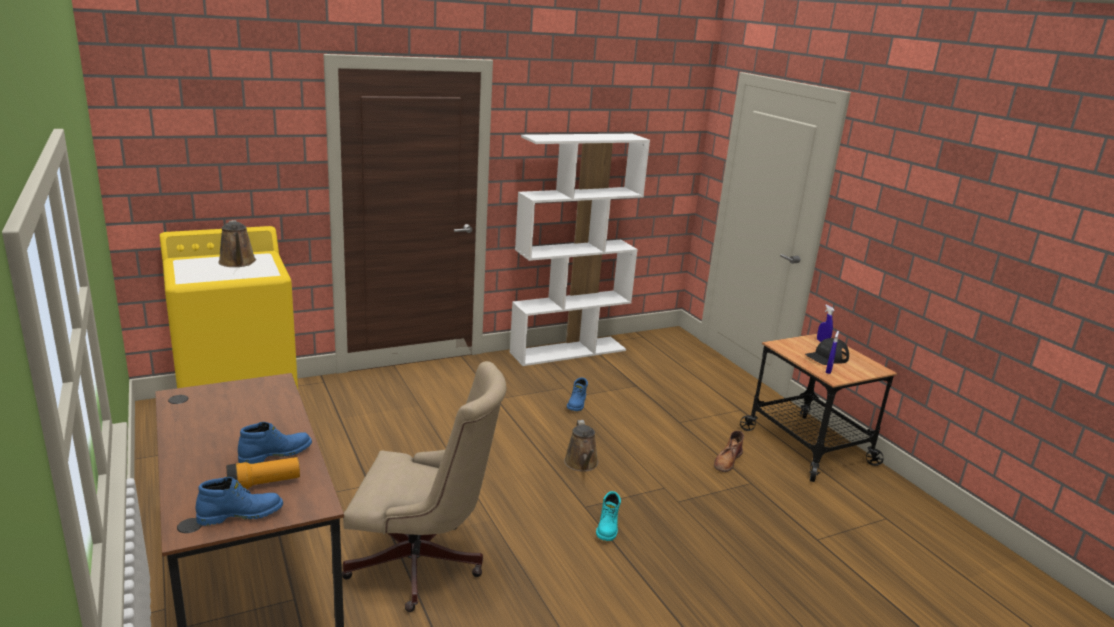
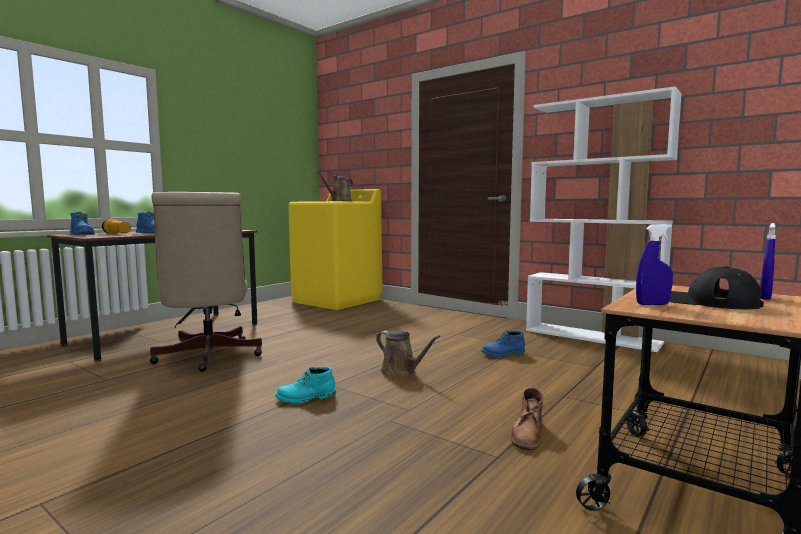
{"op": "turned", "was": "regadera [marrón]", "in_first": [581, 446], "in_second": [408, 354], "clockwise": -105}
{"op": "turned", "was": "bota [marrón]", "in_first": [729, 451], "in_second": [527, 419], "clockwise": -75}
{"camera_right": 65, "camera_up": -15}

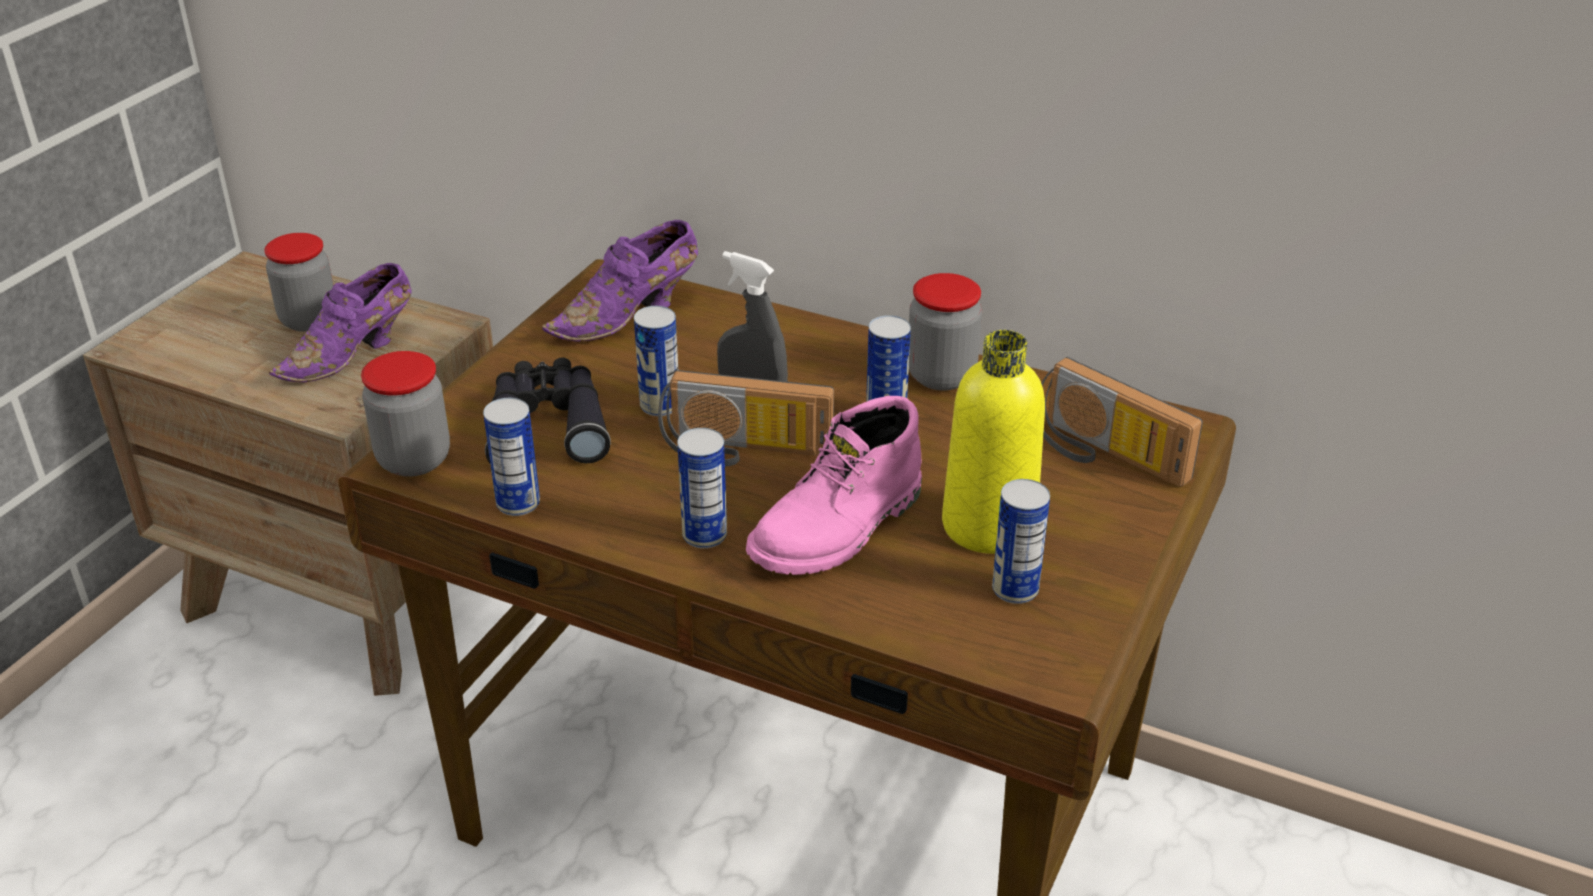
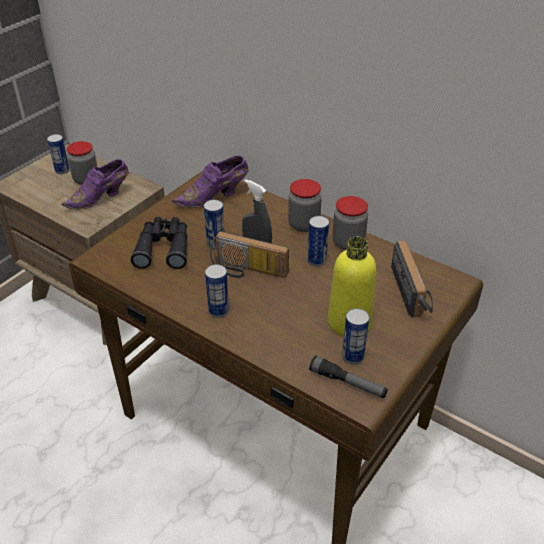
{"op": "moved", "was": "lata", "in_first": [511, 457], "in_second": [58, 154]}
{"op": "moved", "was": "tarro", "in_first": [405, 414], "in_second": [305, 205]}
{"op": "added", "now": "linterna", "in_second": [348, 376]}
{"op": "turned", "was": "radio", "in_first": [1122, 422], "in_second": [412, 279], "clockwise": -150}
{"op": "removed", "was": "bota [rosa]", "in_first": [834, 485]}
{"camera_right": 10, "camera_up": 5}

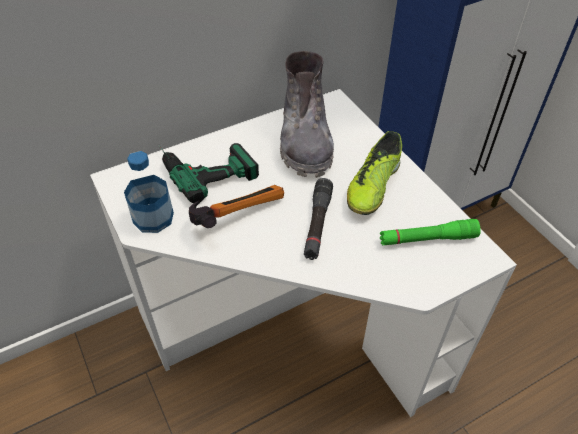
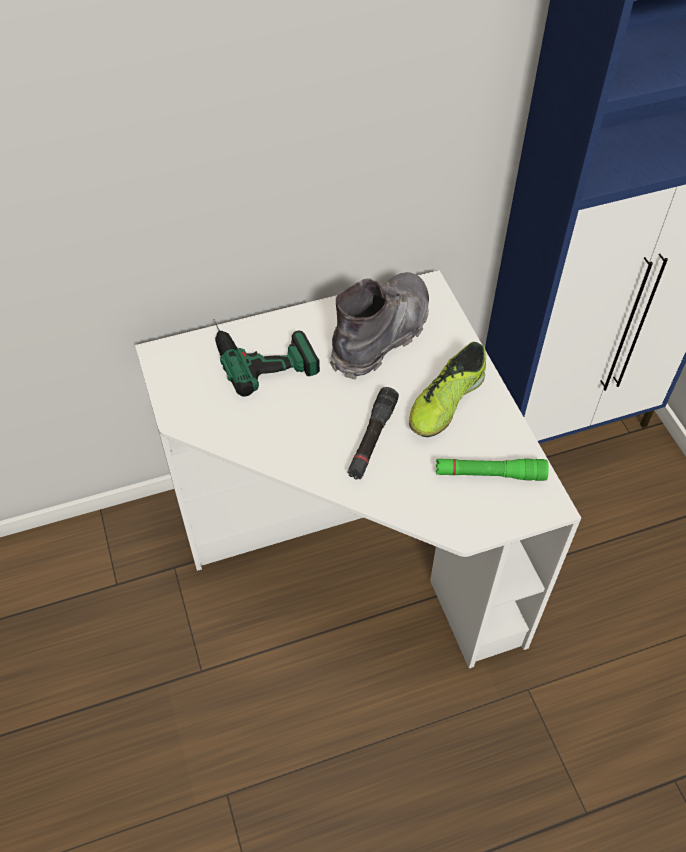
{"op": "turned", "was": "bota [gris]", "in_first": [307, 114], "in_second": [379, 326], "clockwise": -150}
{"op": "removed", "was": "botella", "in_first": [149, 192]}
{"op": "removed", "was": "martillo", "in_first": [236, 206]}
{"camera_right": 10, "camera_up": 5}

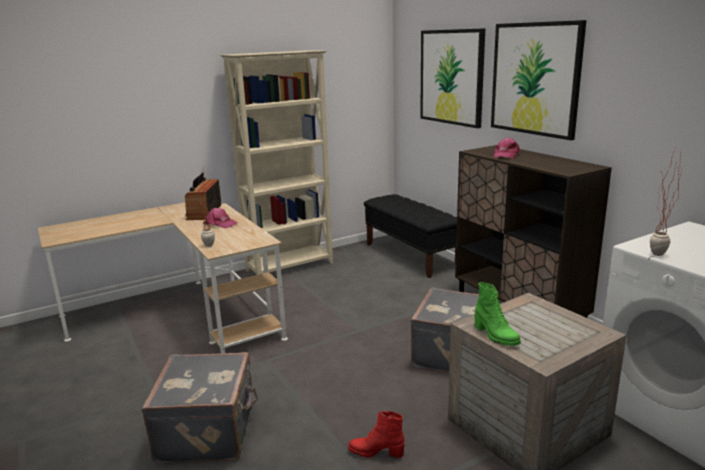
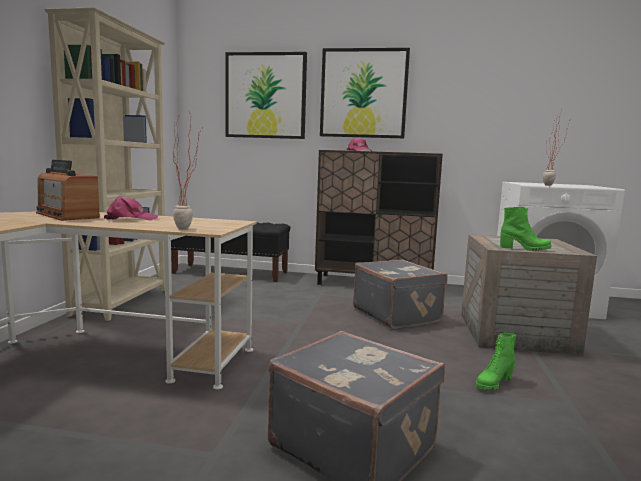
{"op": "recoloured", "was": "bota [rojo]", "now": "bota [verde]", "in_first": [376, 434], "in_second": [496, 361]}
{"camera_right": -50, "camera_up": -10}

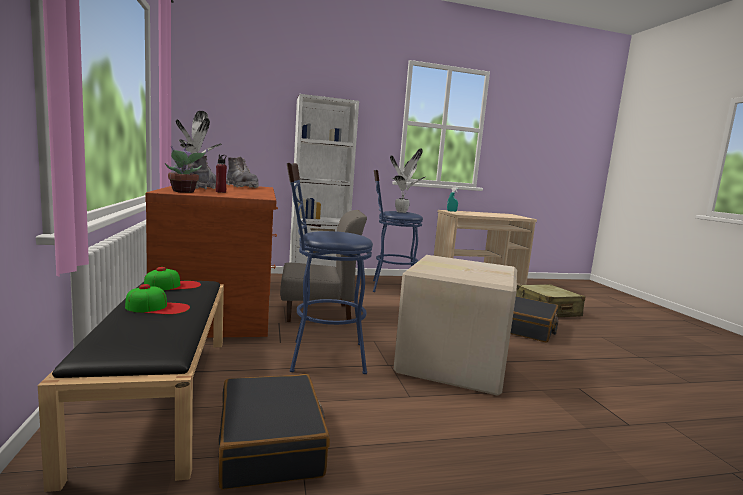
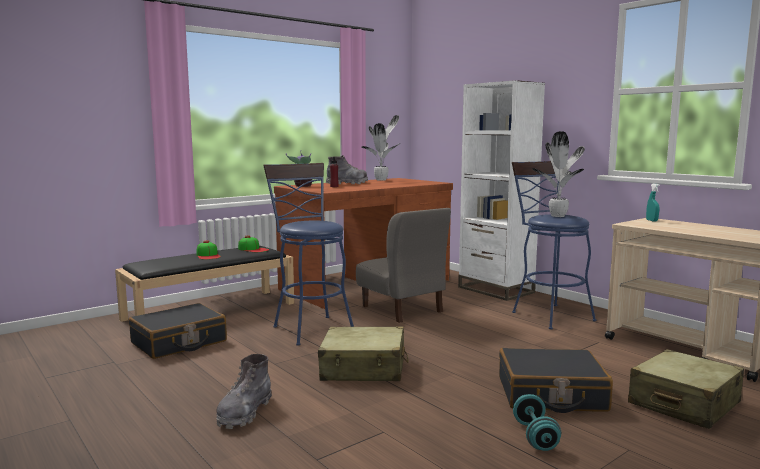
{"op": "moved", "was": "bota [gris]", "in_first": [242, 172], "in_second": [244, 391]}
{"op": "replaced", "was": "caja de cartón", "now": "maleta [beis]", "in_first": [455, 325], "in_second": [363, 353]}
{"op": "added", "now": "mancuerna [turquesa]", "in_second": [537, 422]}
{"camera_right": 65, "camera_up": 0}

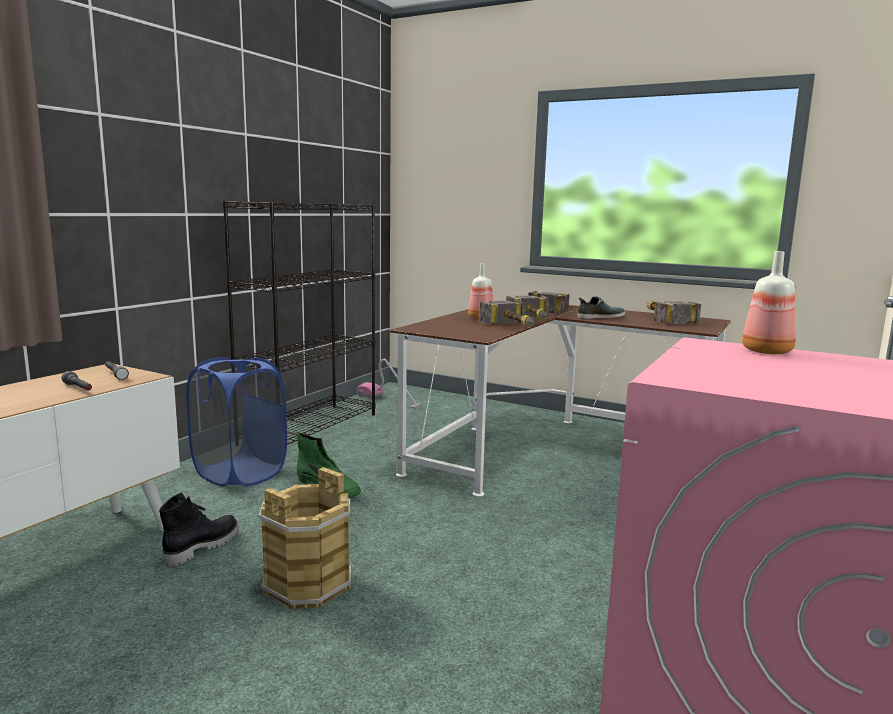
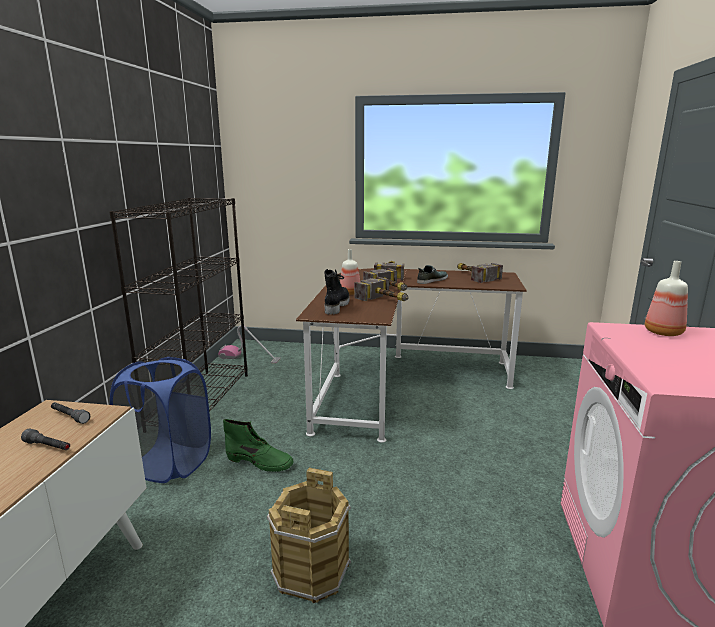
{"op": "moved", "was": "bota [negro]", "in_first": [199, 529], "in_second": [337, 292]}
{"camera_right": -20, "camera_up": 5}

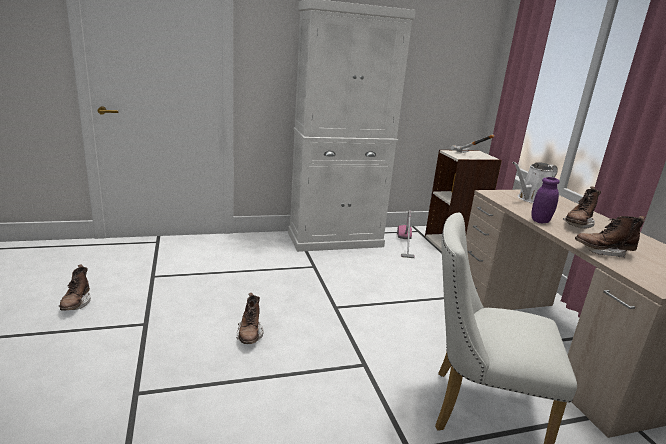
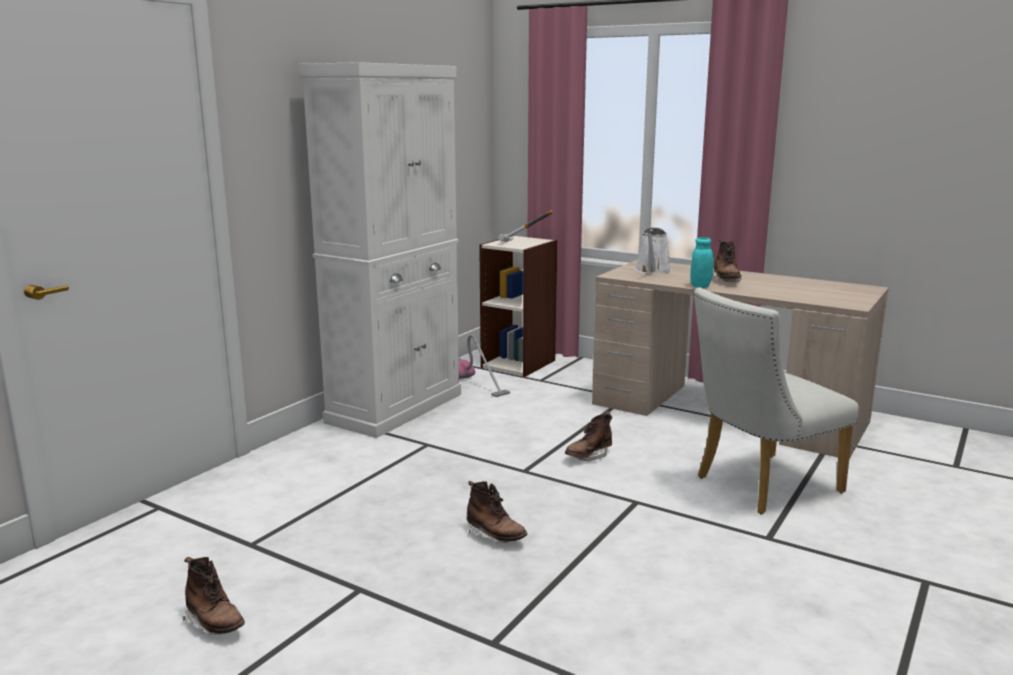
{"op": "moved", "was": "bota [marrón]", "in_first": [610, 236], "in_second": [588, 436]}
{"op": "recoloured", "was": "tarro [morado]", "now": "tarro [turquesa]", "in_first": [545, 200], "in_second": [702, 262]}
{"camera_right": -40, "camera_up": -5}

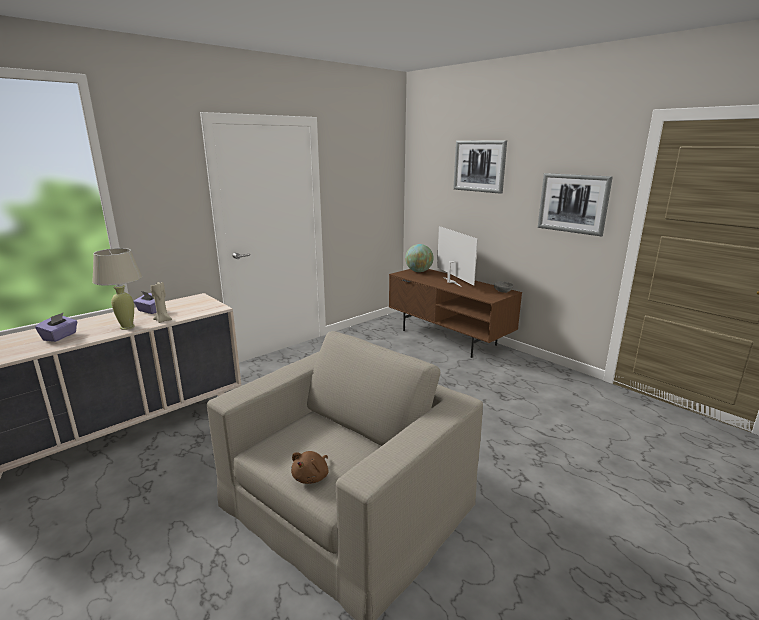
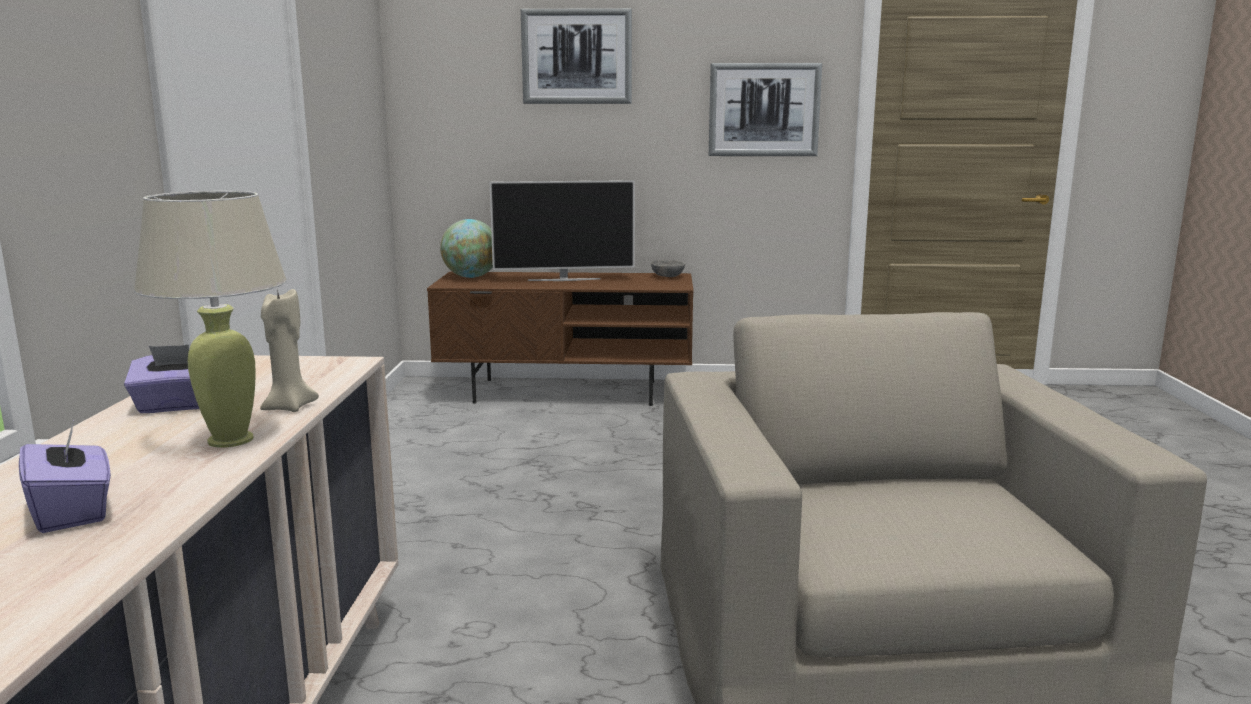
{"op": "turned", "was": "televisor", "in_first": [457, 256], "in_second": [562, 230], "clockwise": 150}
{"op": "removed", "was": "peluche [marrón]", "in_first": [310, 467]}
{"camera_right": -45, "camera_up": -5}

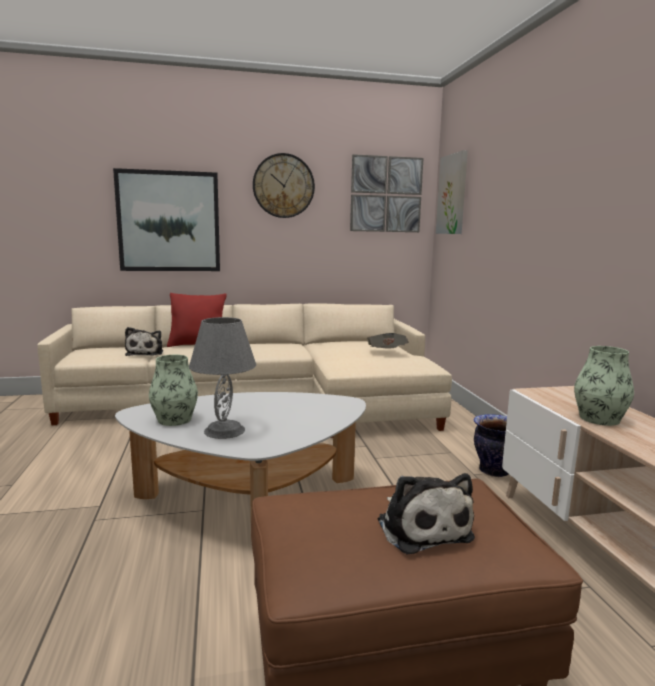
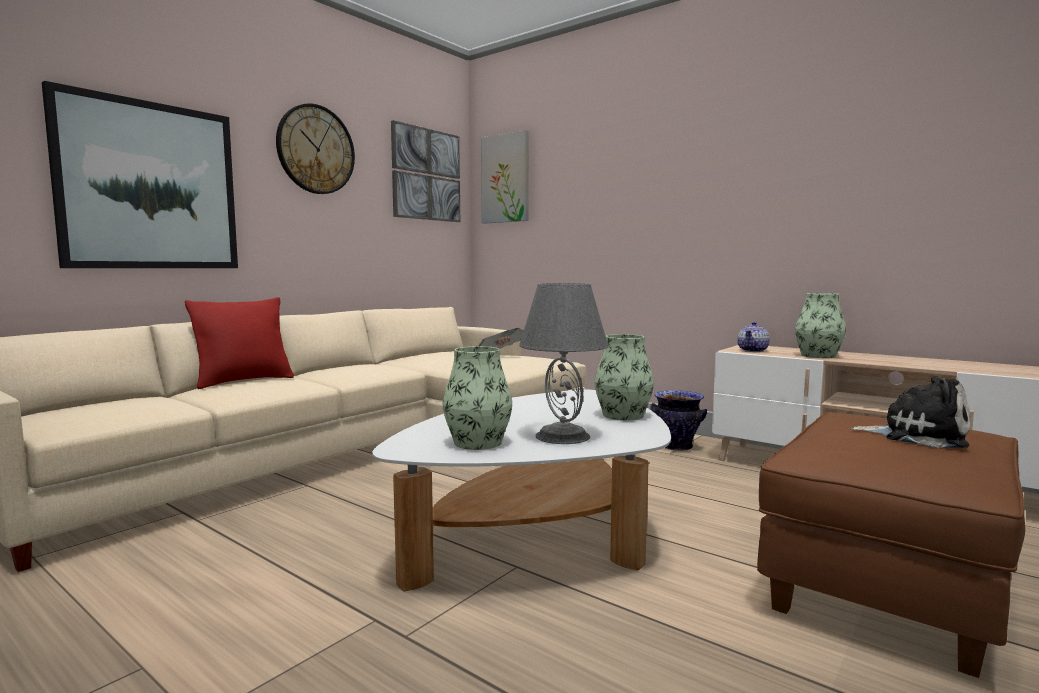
{"op": "added", "now": "florero", "in_second": [624, 377]}
{"op": "added", "now": "tetera", "in_second": [753, 337]}
{"op": "removed", "was": "peluche", "in_first": [144, 341]}
{"camera_right": -40, "camera_up": -5}

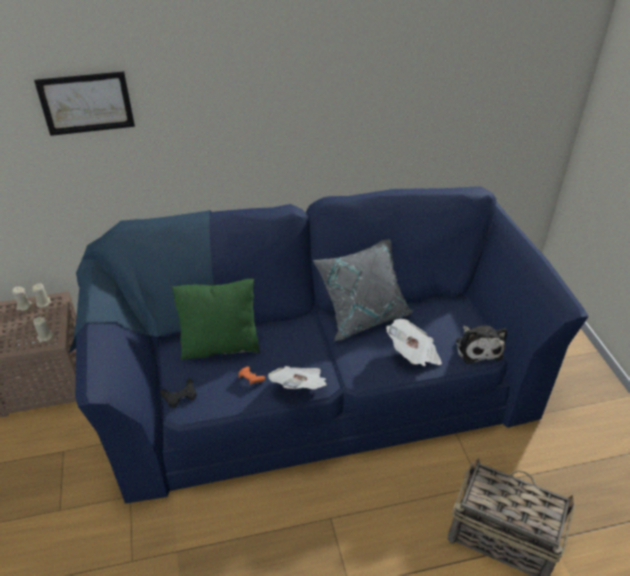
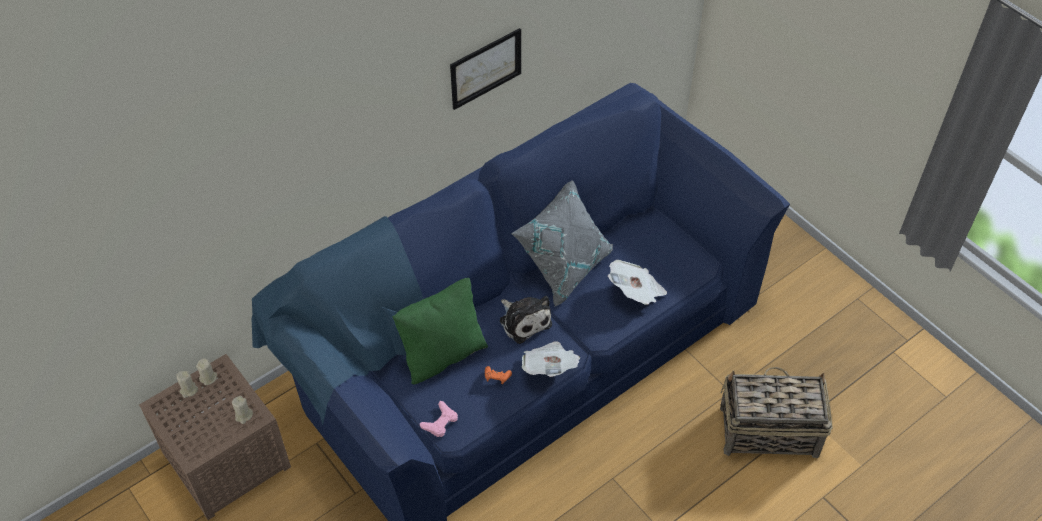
{"op": "recoloured", "was": "mando de consola [negro]", "now": "mando de consola [rosa]", "in_first": [178, 393], "in_second": [439, 419]}
{"op": "moved", "was": "cuadro", "in_first": [84, 103], "in_second": [485, 69]}
{"op": "moved", "was": "peluche", "in_first": [481, 344], "in_second": [526, 320]}
{"camera_right": -25, "camera_up": 10}

